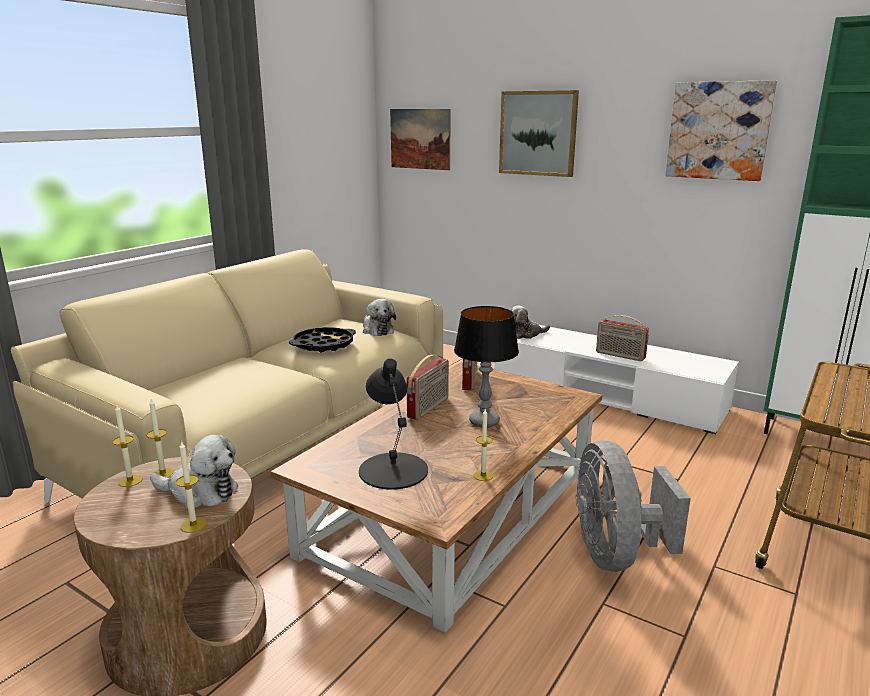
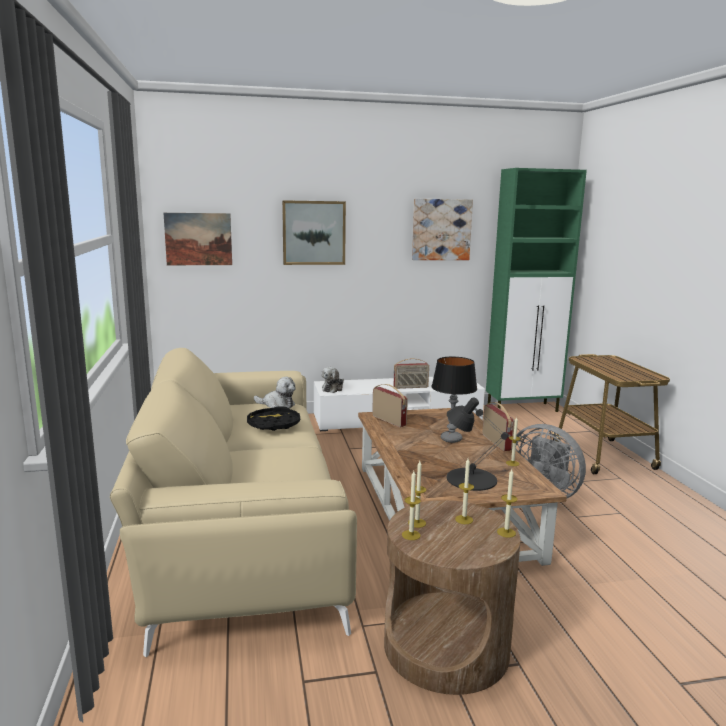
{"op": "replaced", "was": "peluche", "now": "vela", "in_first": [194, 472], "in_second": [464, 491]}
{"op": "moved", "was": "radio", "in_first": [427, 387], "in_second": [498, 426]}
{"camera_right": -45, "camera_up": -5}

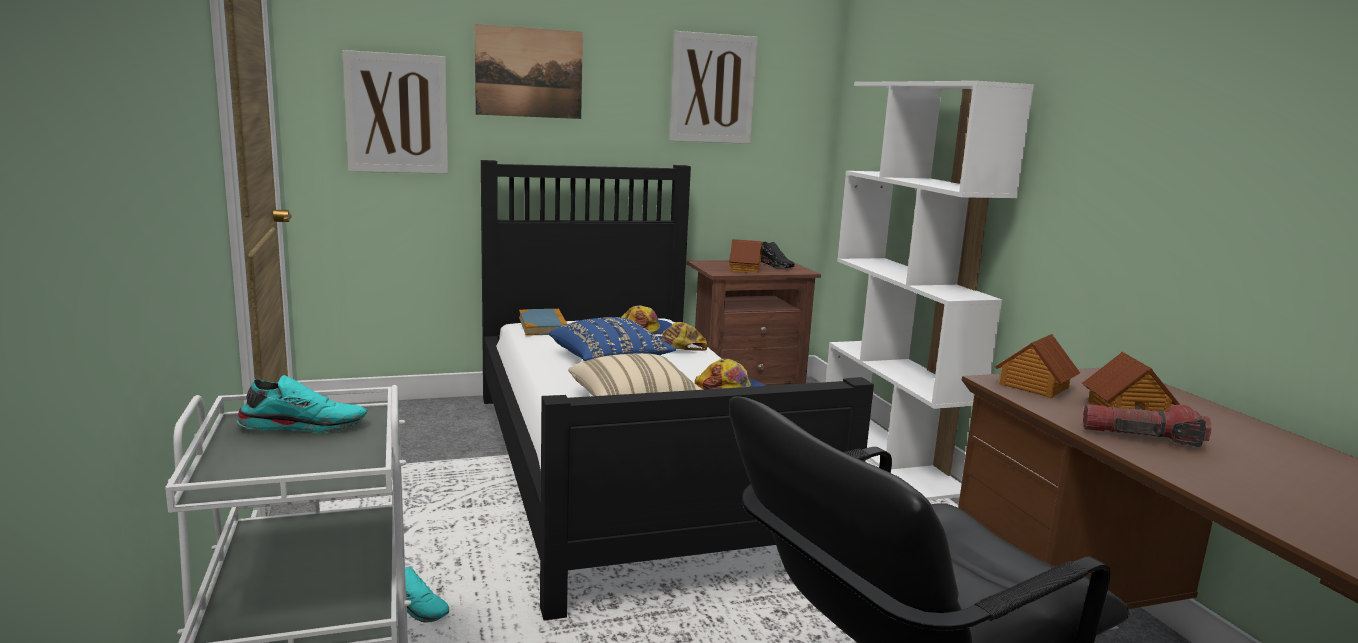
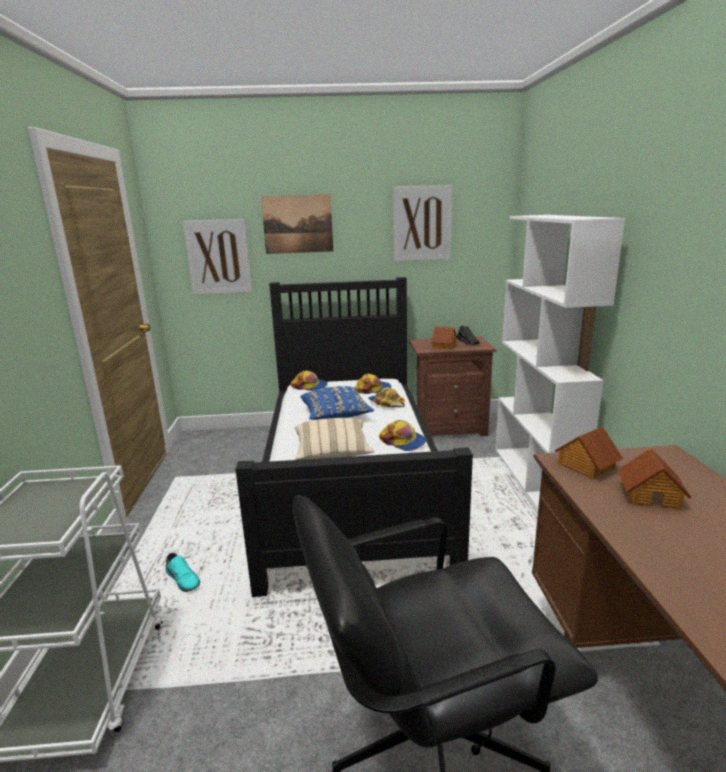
{"op": "replaced", "was": "libro", "now": "gorra", "in_first": [543, 322], "in_second": [309, 381]}
{"op": "removed", "was": "zapato [turquesa]", "in_first": [302, 404]}
{"op": "removed", "was": "linterna", "in_first": [1147, 425]}
{"camera_right": 15, "camera_up": 5}

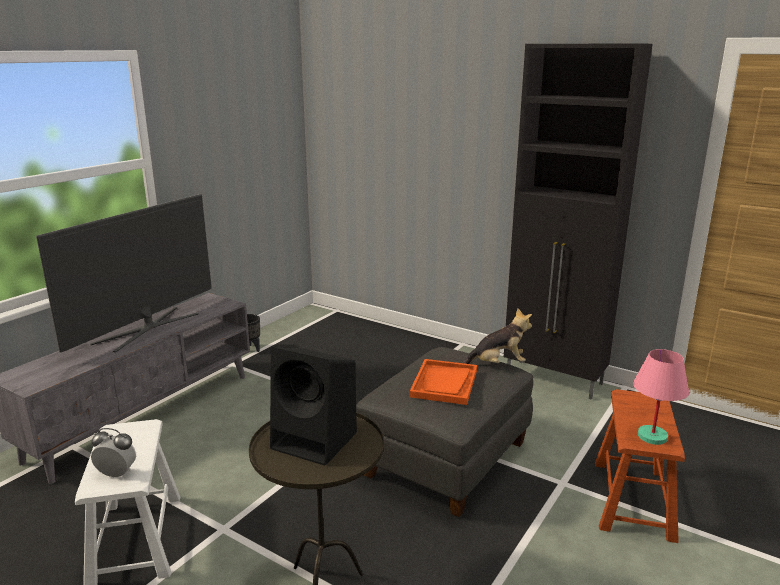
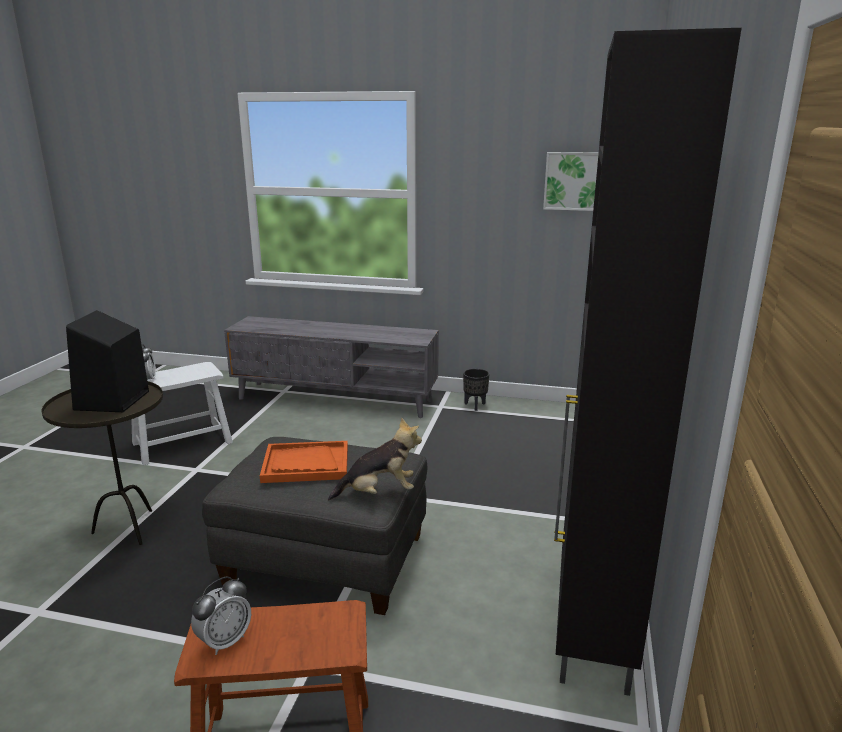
{"op": "replaced", "was": "lámpara de mesa [rosa]", "now": "despertador", "in_first": [661, 397], "in_second": [221, 615]}
{"op": "turned", "was": "peluche", "in_first": [497, 336], "in_second": [375, 458], "clockwise": -75}
{"op": "added", "now": "cuadro", "in_second": [571, 181]}
{"op": "removed", "was": "televisor", "in_first": [124, 273]}
{"camera_right": 70, "camera_up": 0}

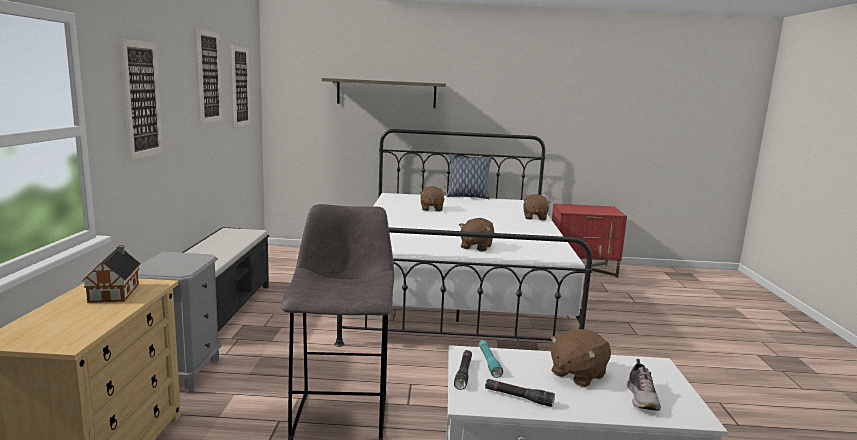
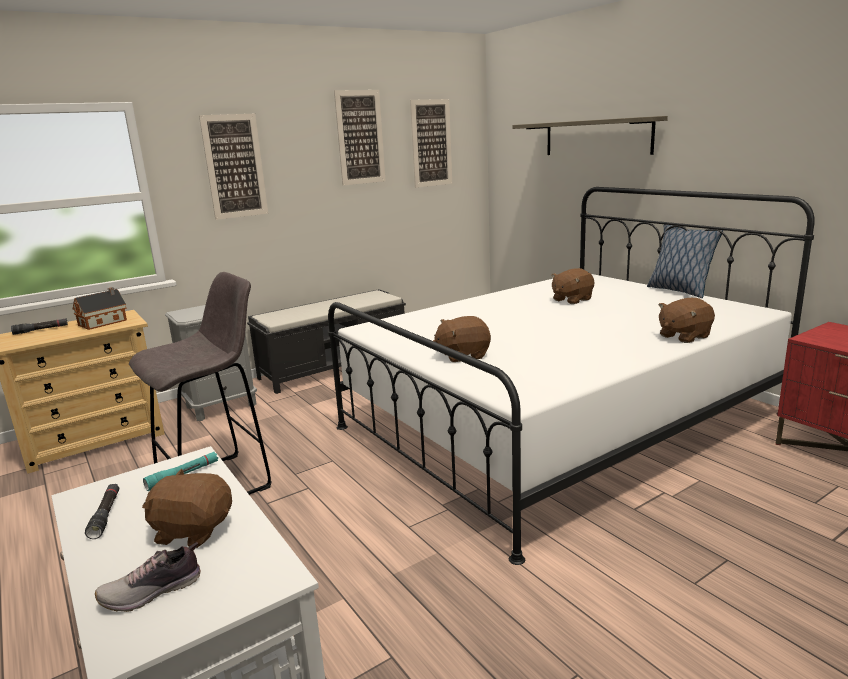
{"op": "moved", "was": "linterna [negro]", "in_first": [463, 370], "in_second": [39, 327]}
{"camera_right": 55, "camera_up": 5}

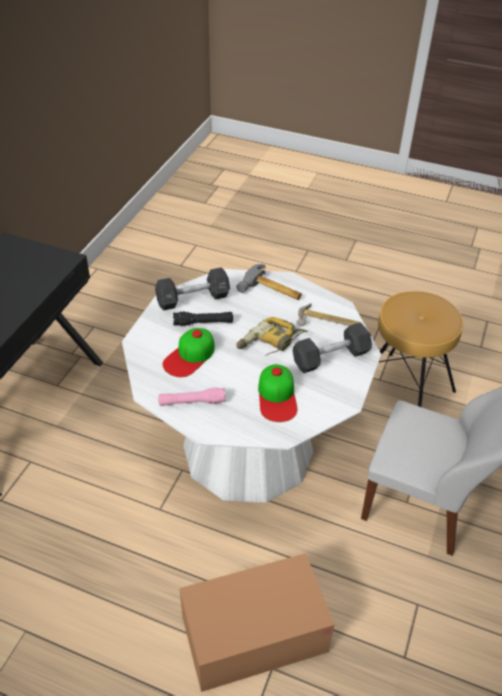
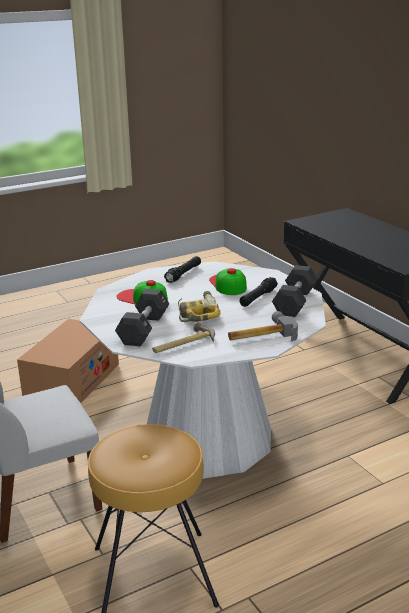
{"op": "recoloured", "was": "linterna [rosa]", "now": "linterna [negro]", "in_first": [192, 396], "in_second": [182, 269]}
{"camera_right": 130, "camera_up": -20}

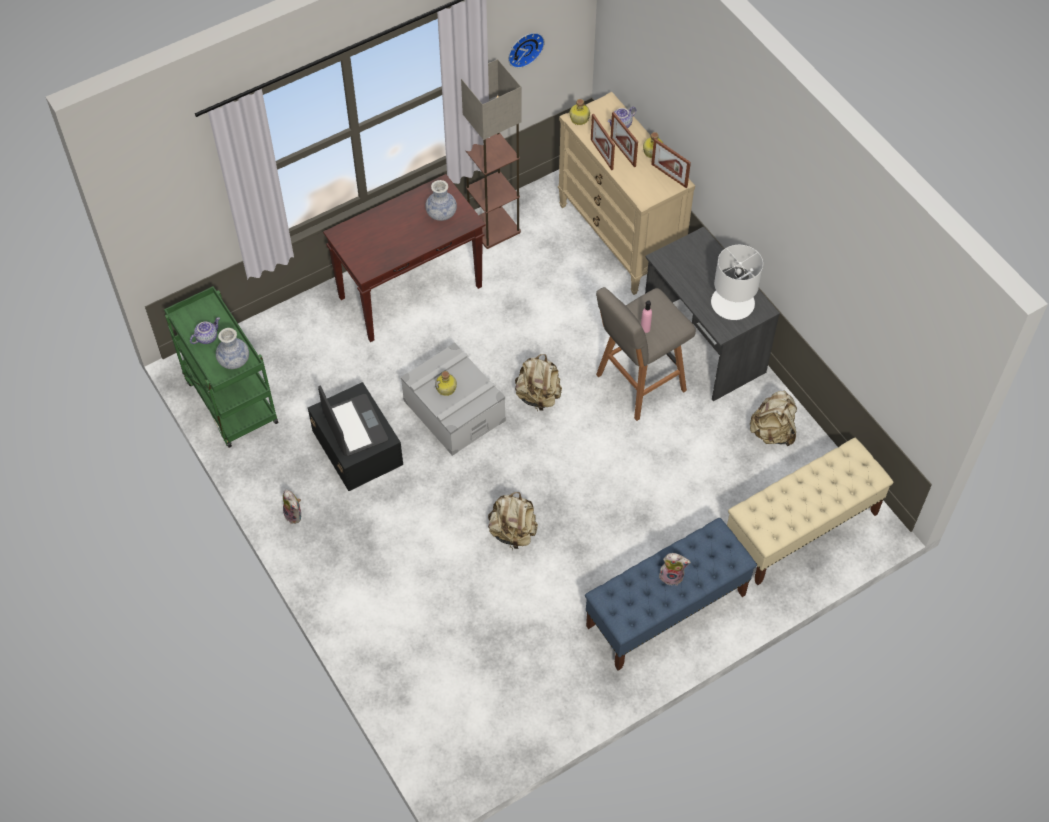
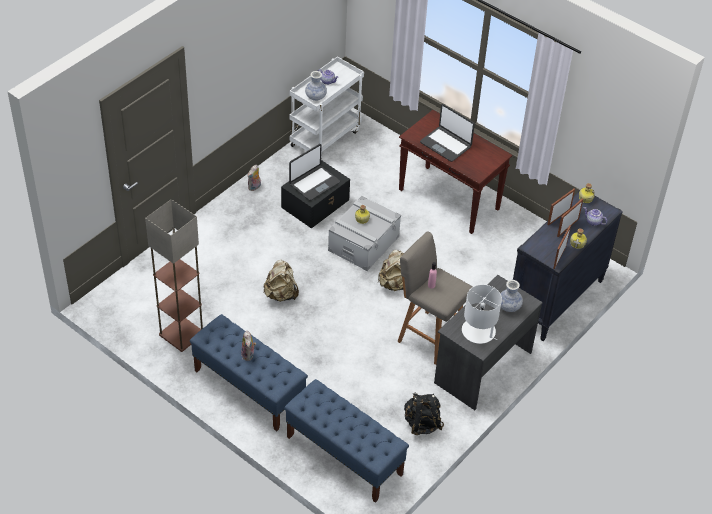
{"op": "moved", "was": "lámpara de pie", "in_first": [491, 154], "in_second": [174, 275]}
{"op": "recoloured", "was": "banco [beis]", "now": "banco [azul]", "in_first": [810, 511], "in_second": [346, 441]}
{"op": "recoloured", "was": "carrito [verde]", "now": "carrito [blanco]", "in_first": [221, 367], "in_second": [327, 107]}
{"op": "recoloured", "was": "mochila [beis]", "now": "mochila [negro]", "in_first": [773, 418], "in_second": [424, 413]}
{"op": "added", "now": "portátil", "in_second": [447, 133]}
{"op": "moved", "was": "florero", "in_first": [441, 200], "in_second": [511, 296]}
{"op": "recoloured", "was": "cómoda [beis]", "now": "cómoda [negro]", "in_first": [626, 193], "in_second": [568, 265]}
{"op": "removed", "was": "reloj de pared", "in_first": [526, 50]}
{"camera_right": 70, "camera_up": -10}

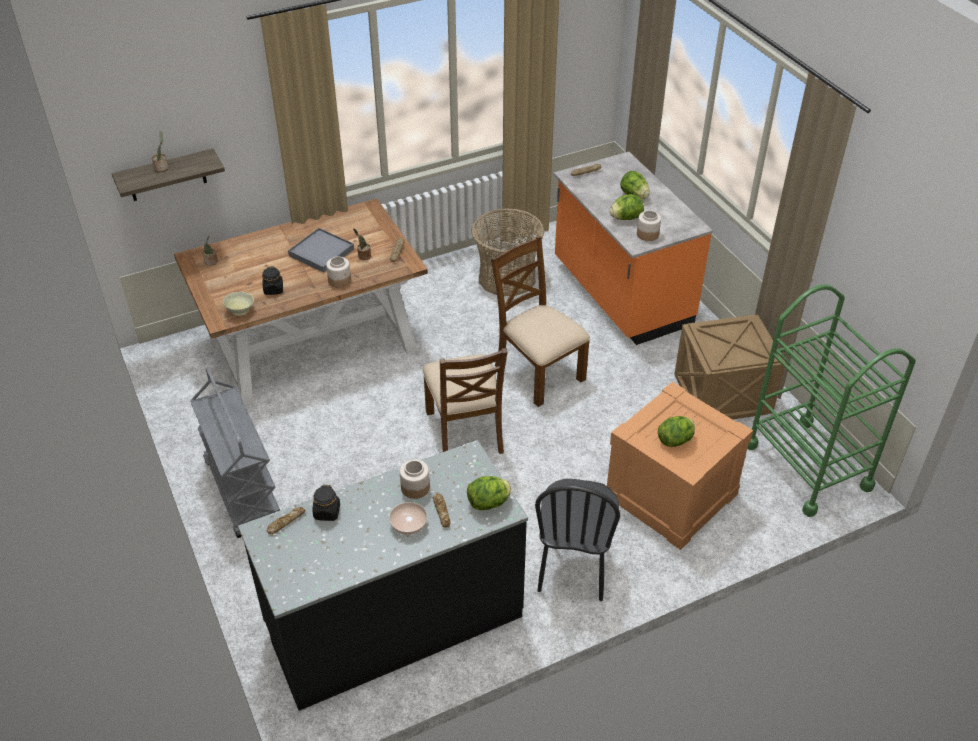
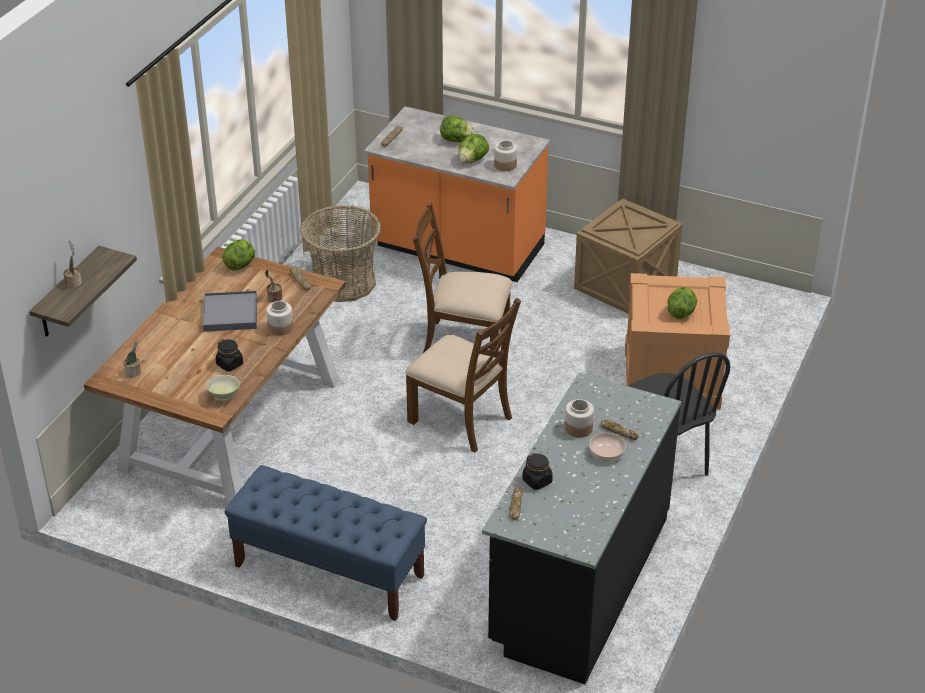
{"op": "moved", "was": "lechuga", "in_first": [489, 493], "in_second": [238, 255]}
{"op": "replaced", "was": "carrito [gris]", "now": "banco [azul]", "in_first": [235, 452], "in_second": [326, 543]}
{"op": "removed", "was": "carrito [verde]", "in_first": [831, 400]}
{"camera_right": -40, "camera_up": -5}

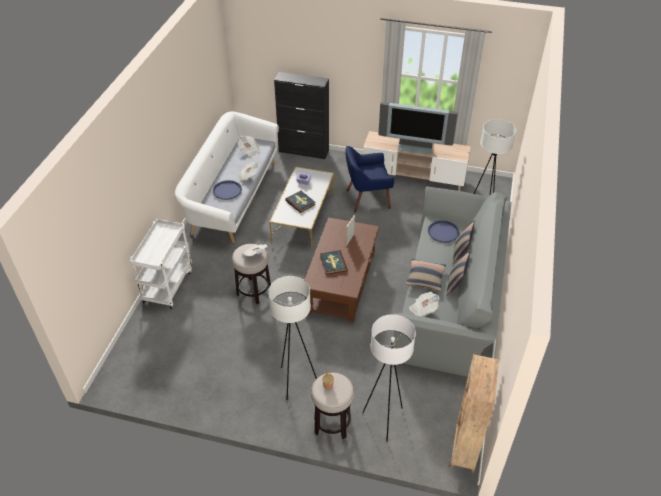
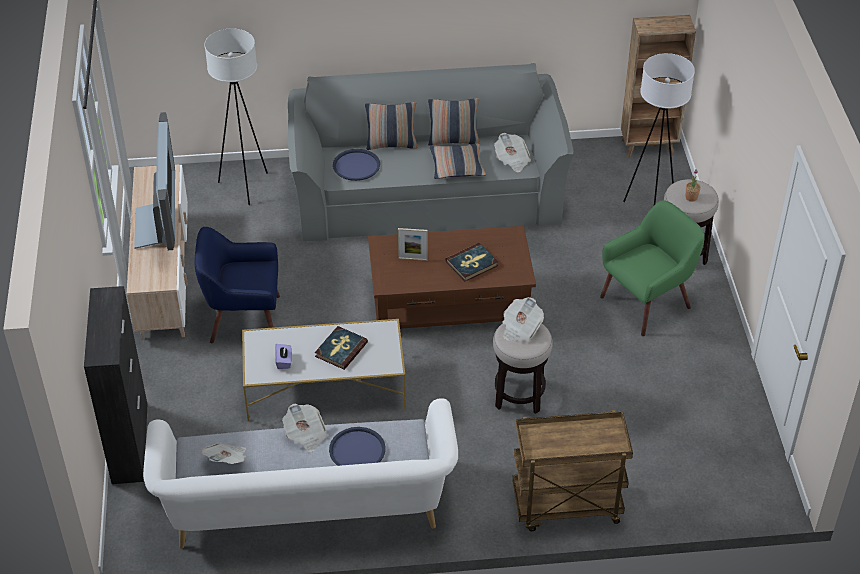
{"op": "turned", "was": "sillón [azul]", "in_first": [369, 179], "in_second": [237, 285], "clockwise": 120}
{"op": "recoloured", "was": "carrito [blanco]", "now": "carrito [marrón]", "in_first": [161, 264], "in_second": [572, 470]}
{"op": "replaced", "was": "lámpara de pie [blanco]", "now": "sillón [verde]", "in_first": [292, 338], "in_second": [652, 268]}
{"camera_right": -110, "camera_up": 0}

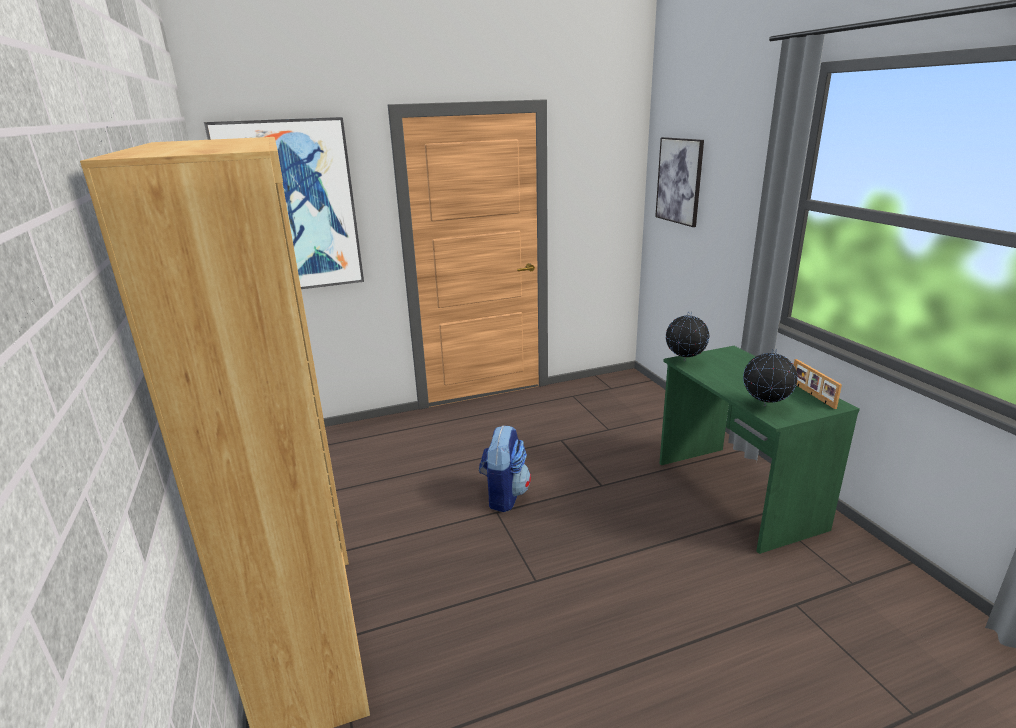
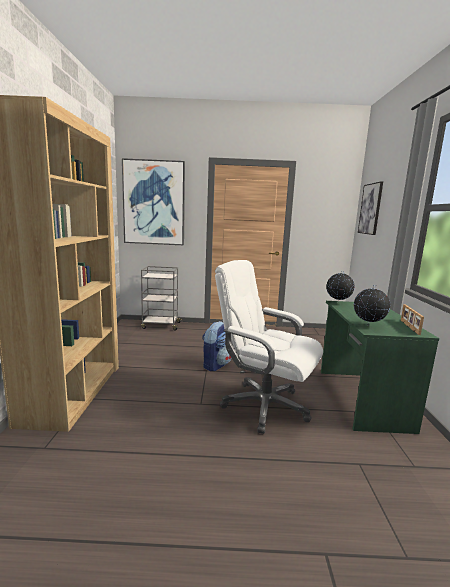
{"op": "added", "now": "carrito [gris]", "in_second": [161, 298]}
{"op": "added", "now": "silla de oficina [blanco]", "in_second": [269, 347]}
{"camera_right": 20, "camera_up": -10}

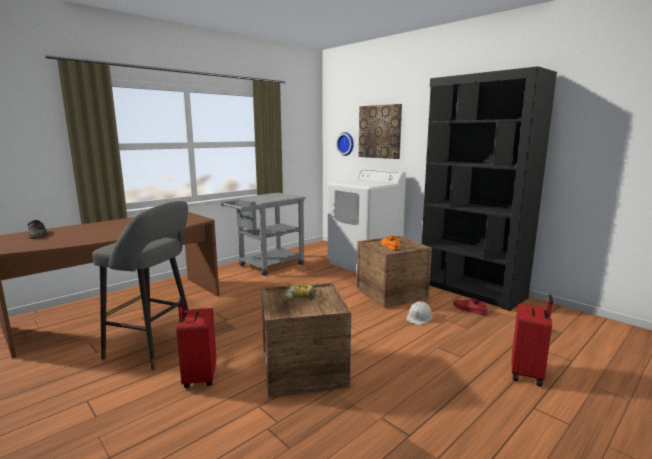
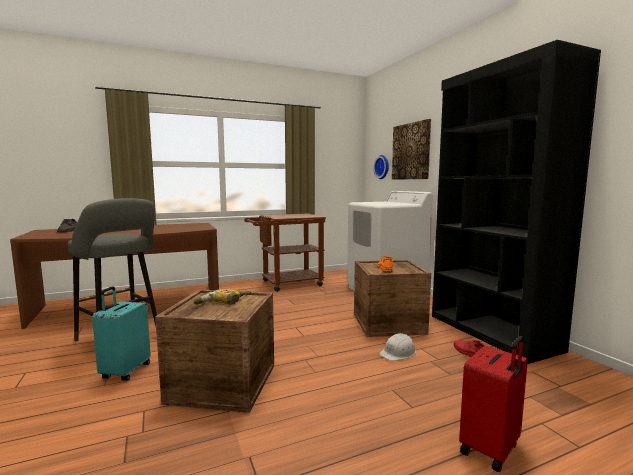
{"op": "recoloured", "was": "maleta [rojo]", "now": "maleta [turquesa]", "in_first": [196, 342], "in_second": [121, 333]}
{"op": "recoloured", "was": "carrito [gris]", "now": "carrito [marrón]", "in_first": [263, 234], "in_second": [285, 253]}
{"camera_right": 20, "camera_up": -5}

